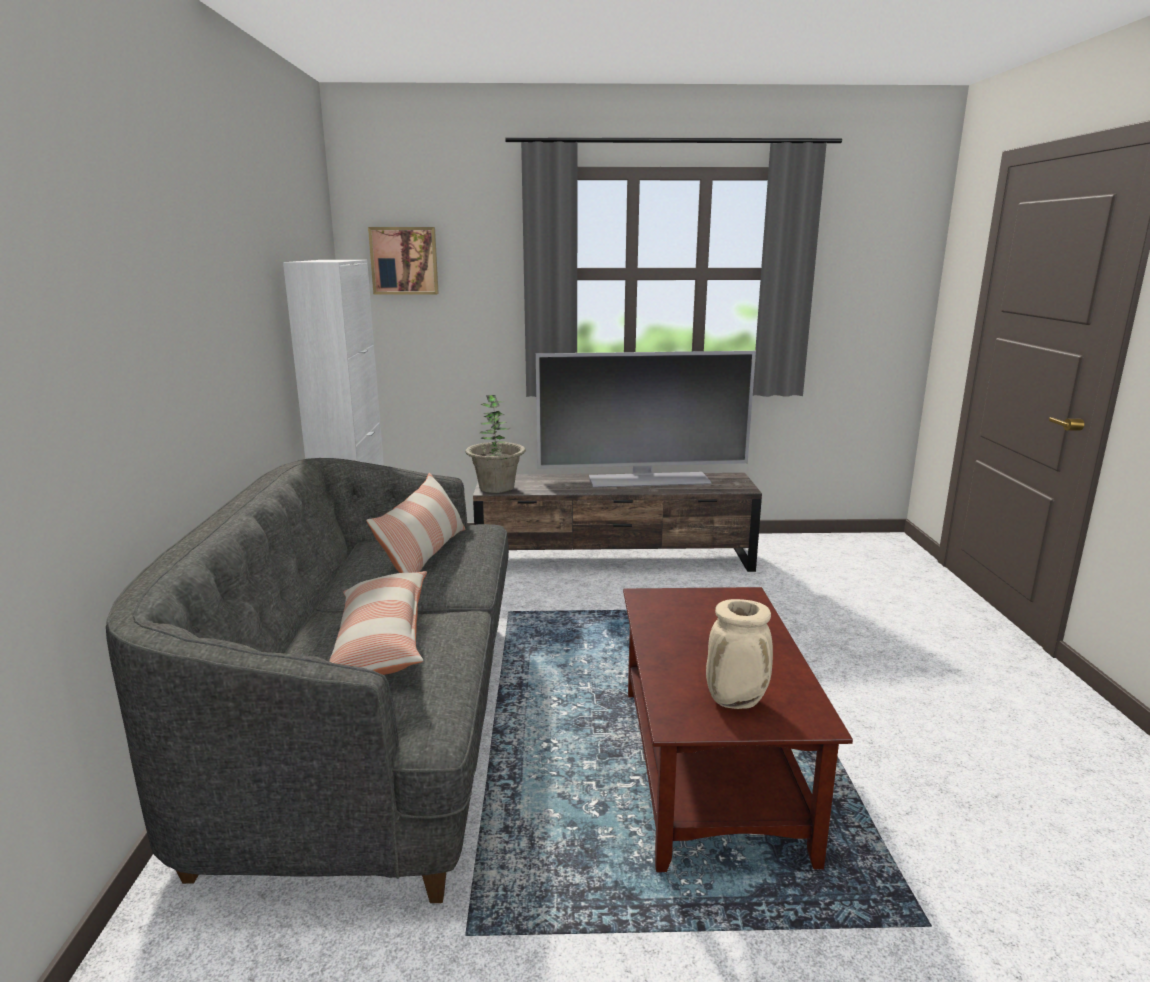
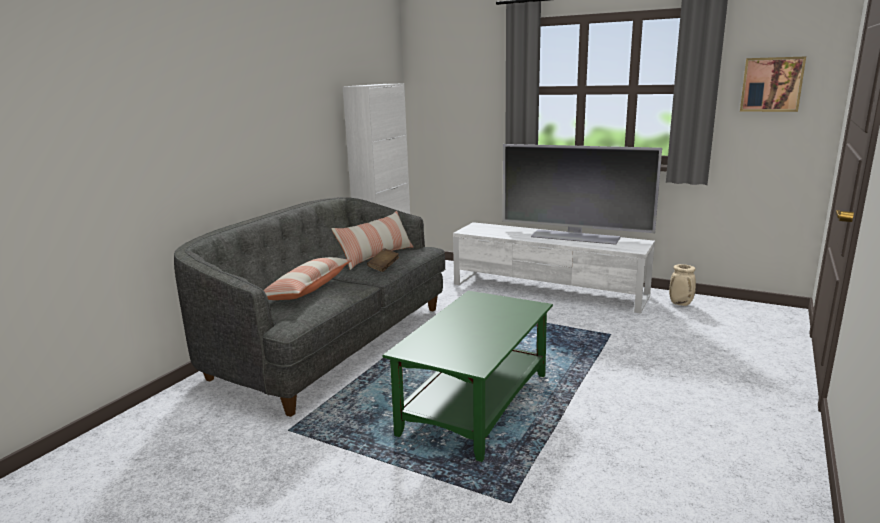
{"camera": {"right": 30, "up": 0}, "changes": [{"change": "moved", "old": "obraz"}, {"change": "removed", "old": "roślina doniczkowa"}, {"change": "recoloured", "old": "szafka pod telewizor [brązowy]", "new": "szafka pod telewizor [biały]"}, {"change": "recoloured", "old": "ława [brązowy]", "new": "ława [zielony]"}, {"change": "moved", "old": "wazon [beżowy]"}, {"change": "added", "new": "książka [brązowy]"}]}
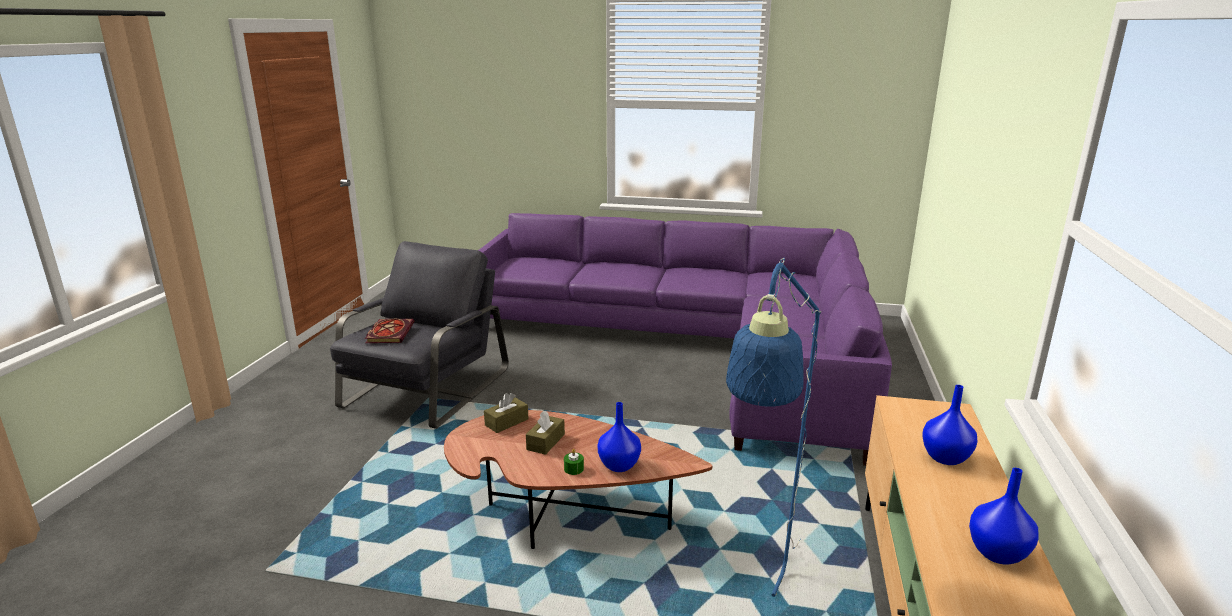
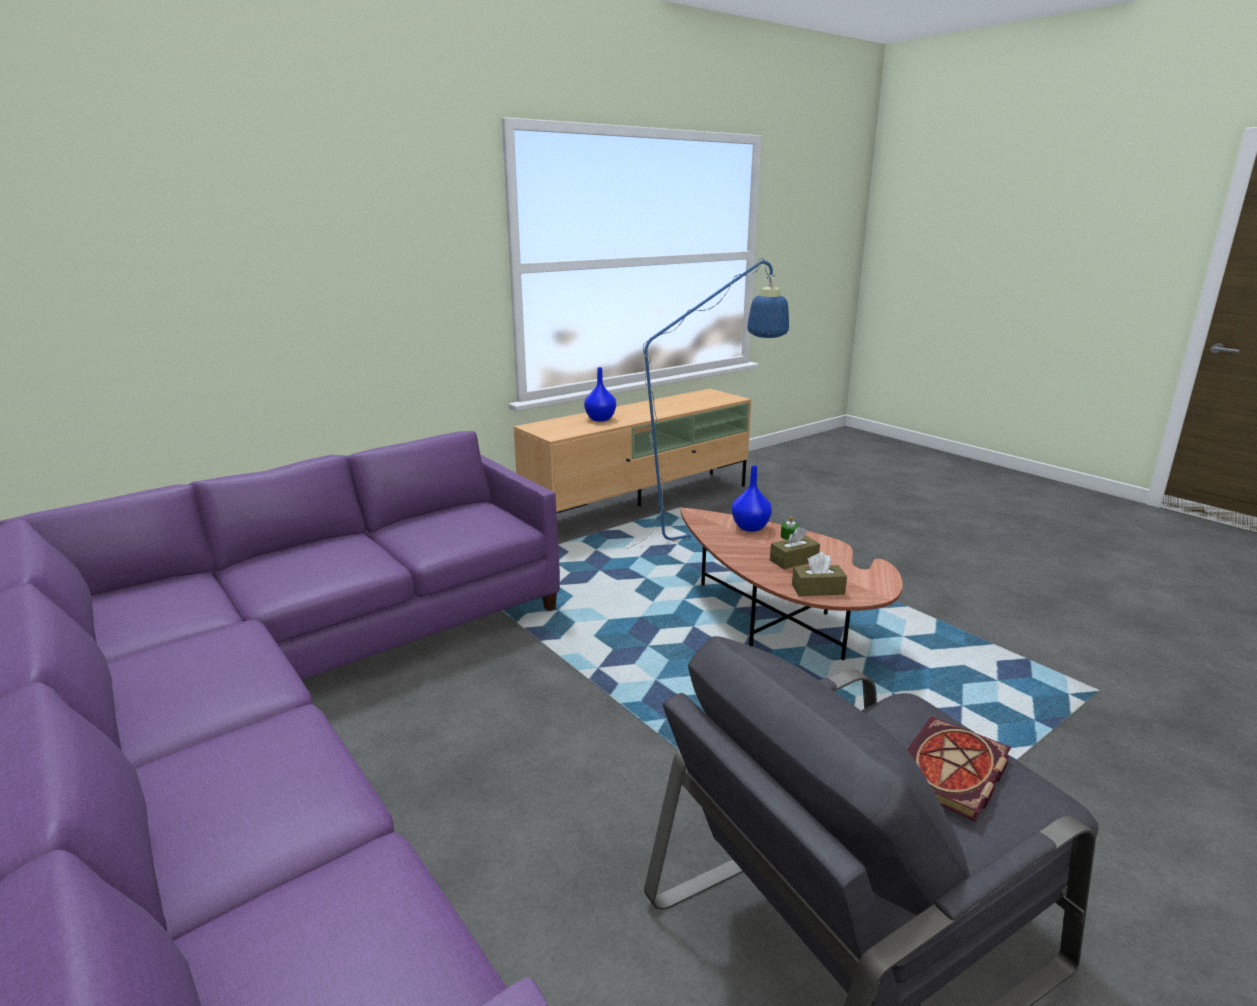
{"camera": {"right": -140, "up": 0}, "changes": [{"change": "removed", "old": "wazon [niebieski] (3rd from left)"}]}
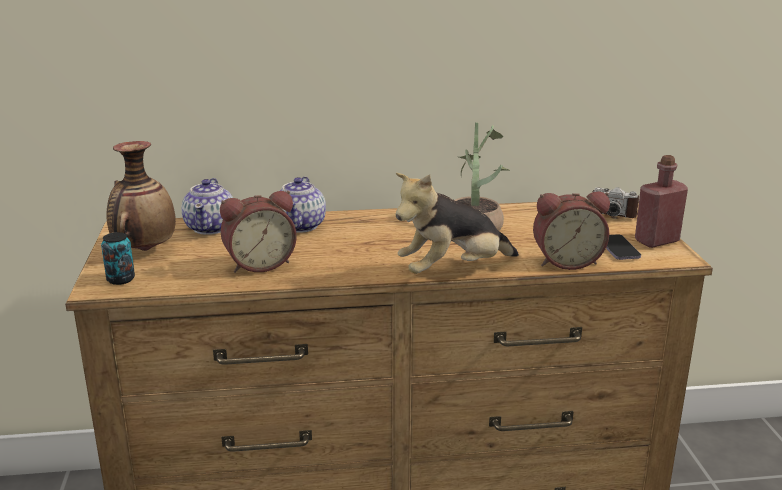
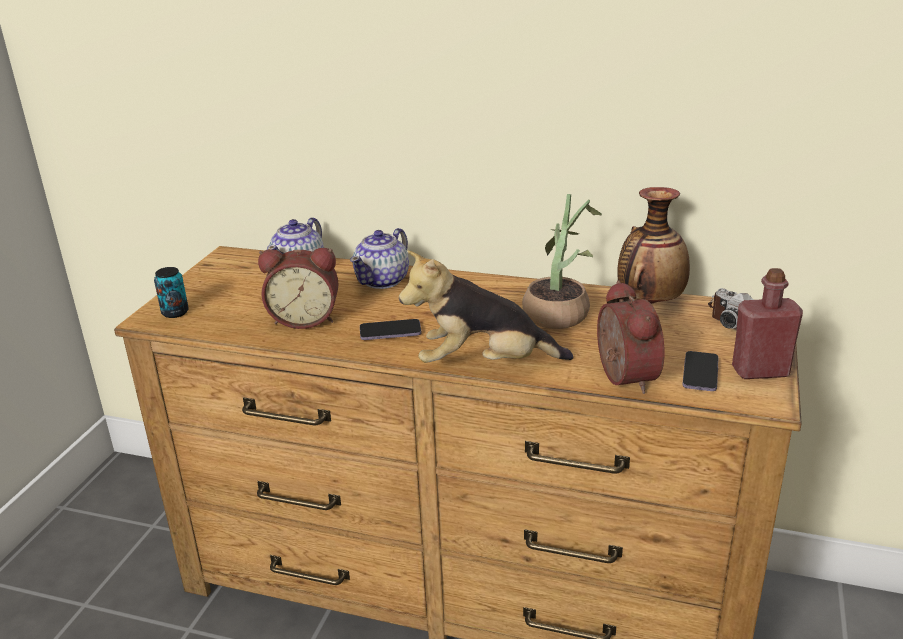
{"camera": {"right": 25, "up": 5}, "changes": [{"change": "moved", "old": "wazon"}, {"change": "turned", "old": "budzik (2nd from left)", "degrees": -120}, {"change": "added", "new": "telefon (1st from left)"}]}
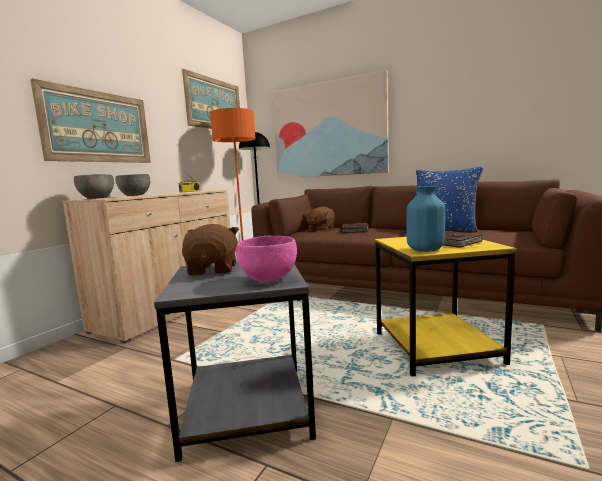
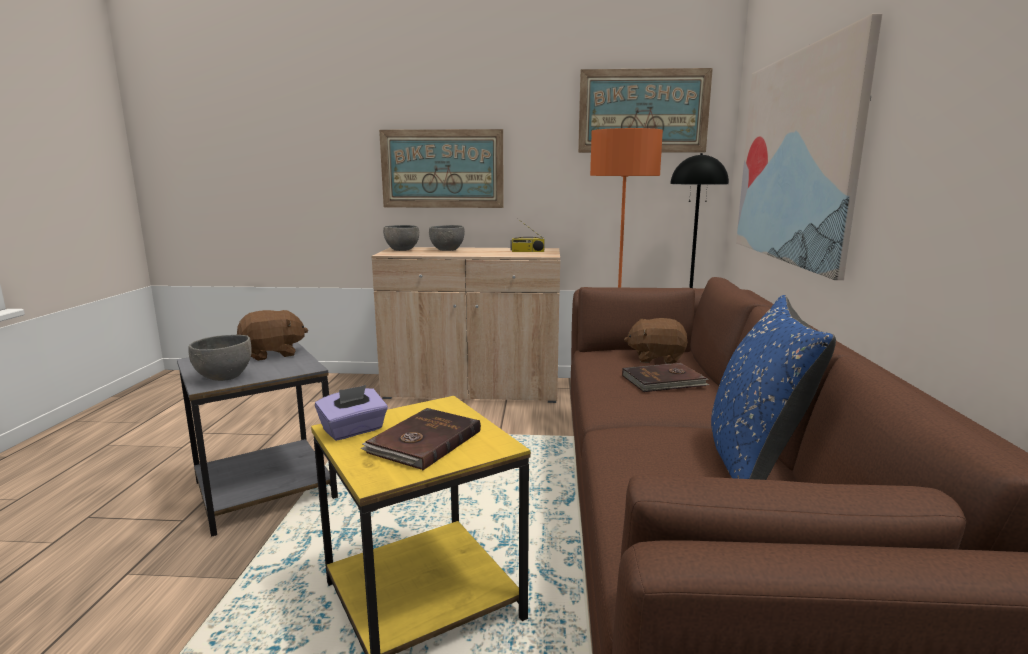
{"camera": {"right": 65, "up": 5}, "changes": [{"change": "recoloured", "old": "miska [różowy]", "new": "miska [szary] (1st from left)"}, {"change": "replaced", "old": "wazon [niebieski]", "new": "pudełko chusteczek [fioletowy]"}]}
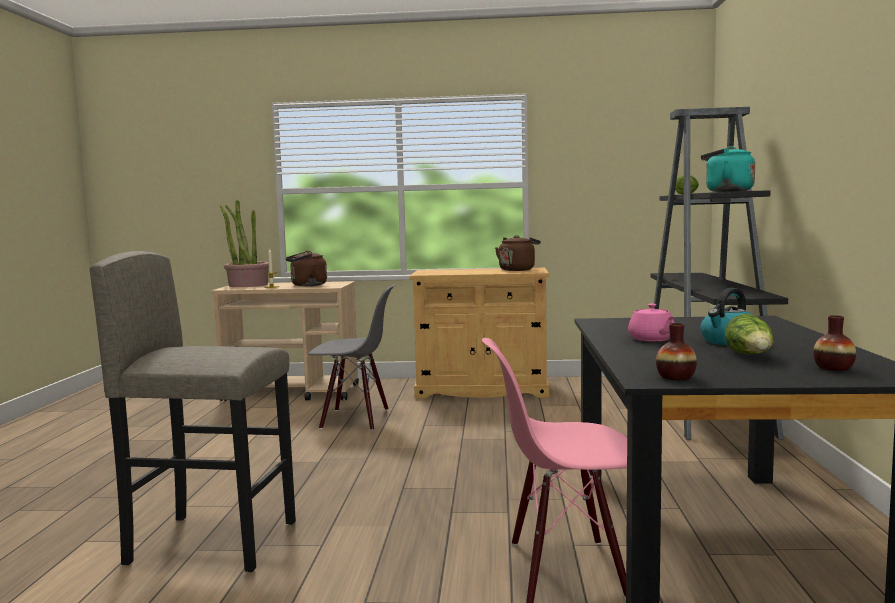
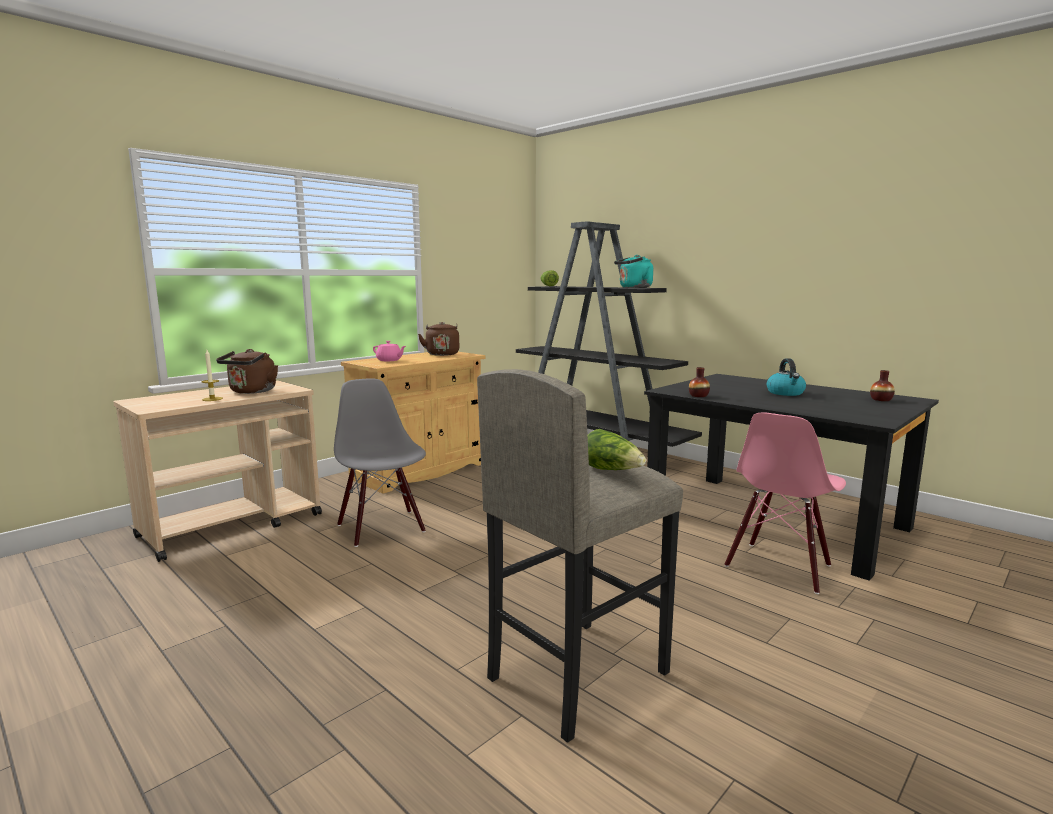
{"camera": {"right": -50, "up": 5}, "changes": [{"change": "removed", "old": "roślina doniczkowa"}, {"change": "turned", "old": "krzesło [szary]", "degrees": -75}, {"change": "moved", "old": "imbryk [różowy]"}, {"change": "moved", "old": "wazon (1st from left)"}, {"change": "moved", "old": "sałata (2nd from left)"}]}
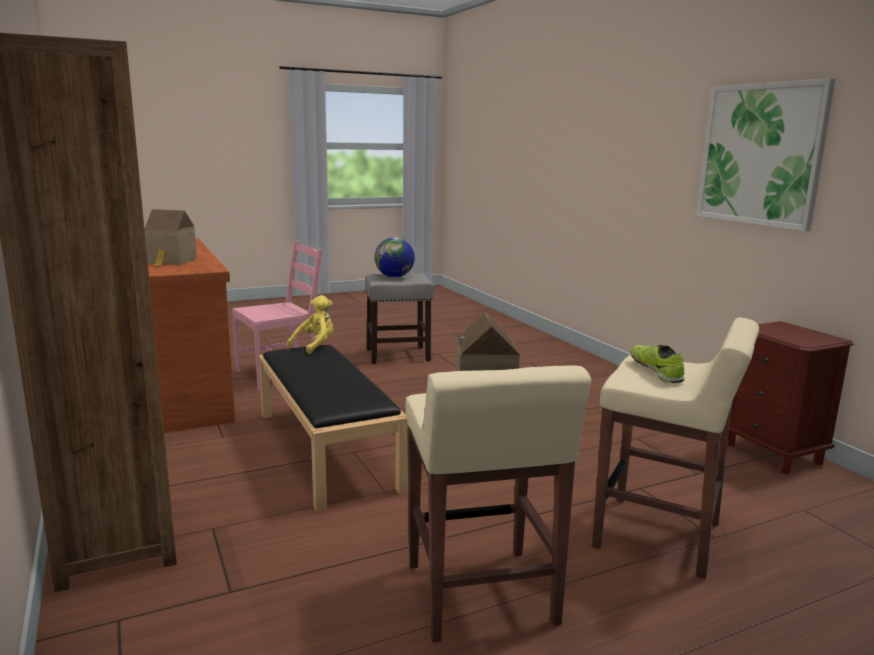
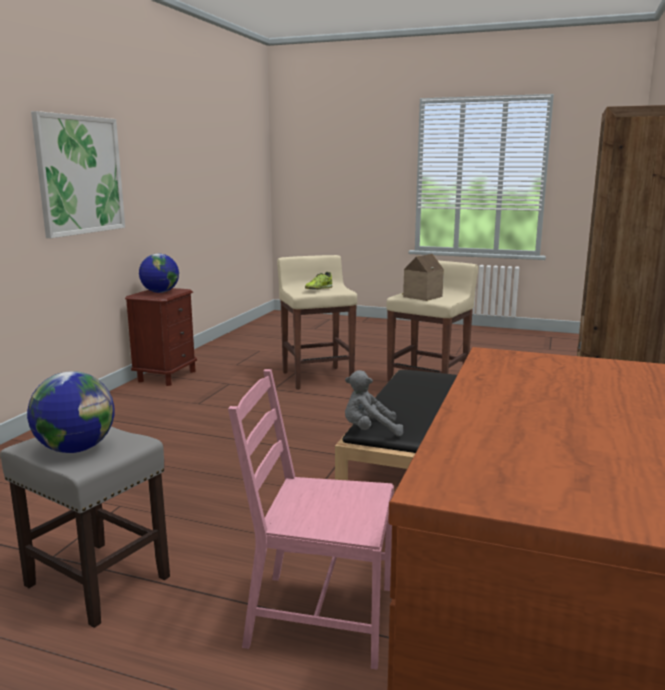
{"camera": {"right": -135, "up": 0}, "changes": [{"change": "removed", "old": "domek (1st from left)"}, {"change": "recoloured", "old": "pluszak [żółty]", "new": "pluszak [szary]"}, {"change": "added", "new": "globus (2nd from left)"}]}
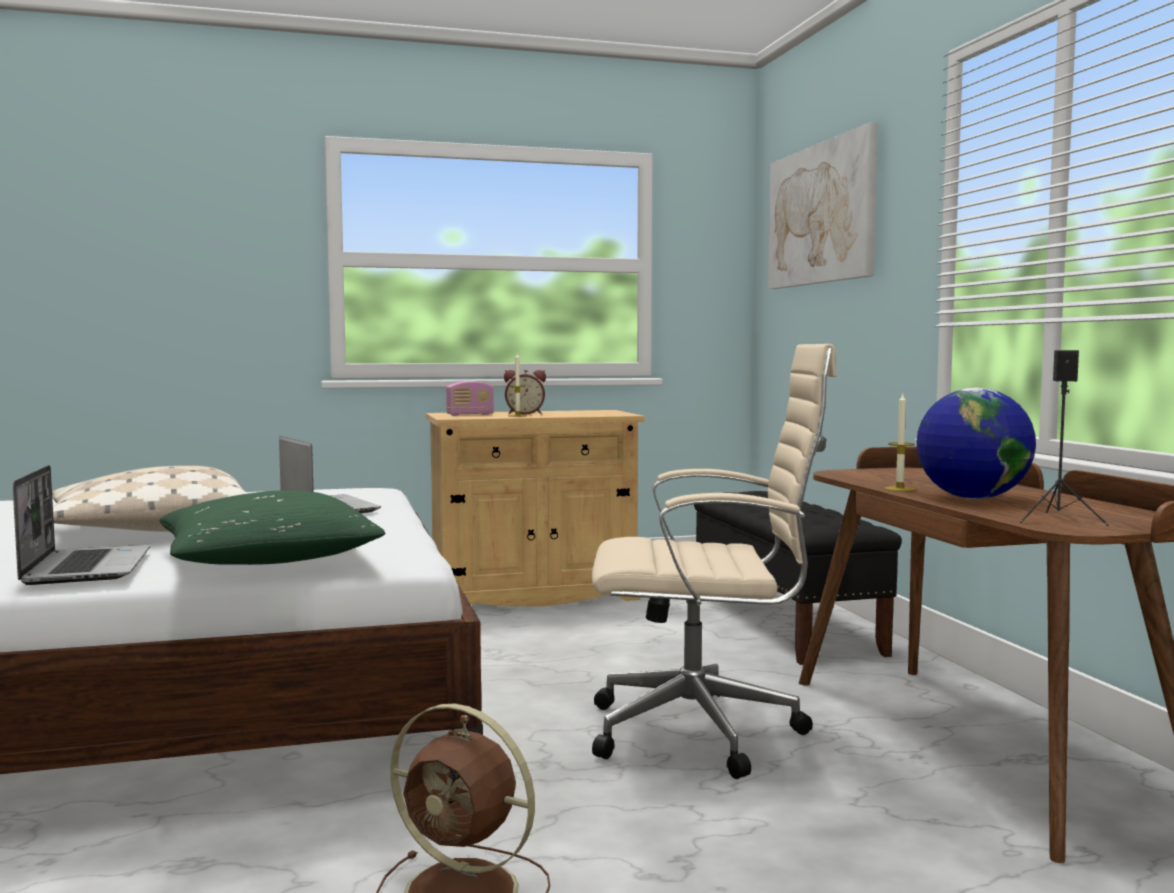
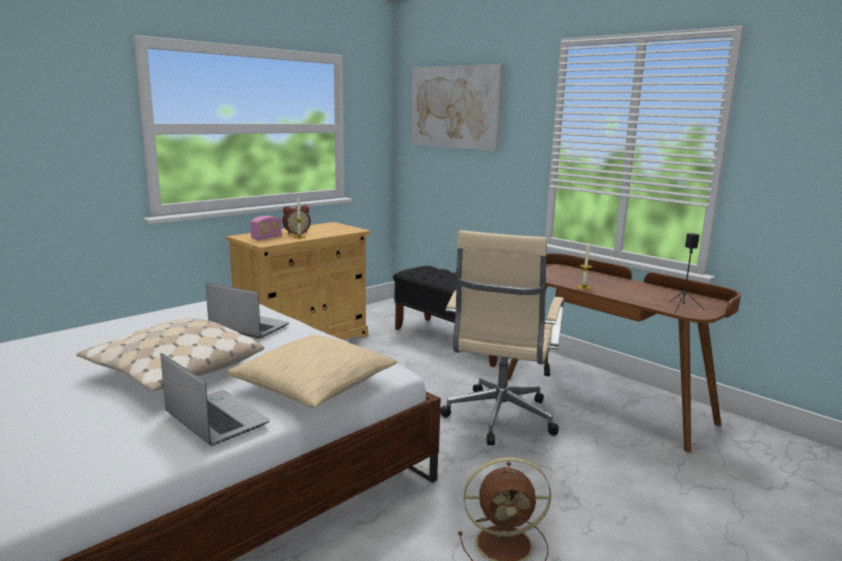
{"camera": {"right": -30, "up": 10}, "changes": [{"change": "recoloured", "old": "poduszka [zielony]", "new": "poduszka [beżowy] (2nd from left)"}, {"change": "turned", "old": "krzesło biurowe [beżowy]", "degrees": 135}, {"change": "removed", "old": "globus"}]}
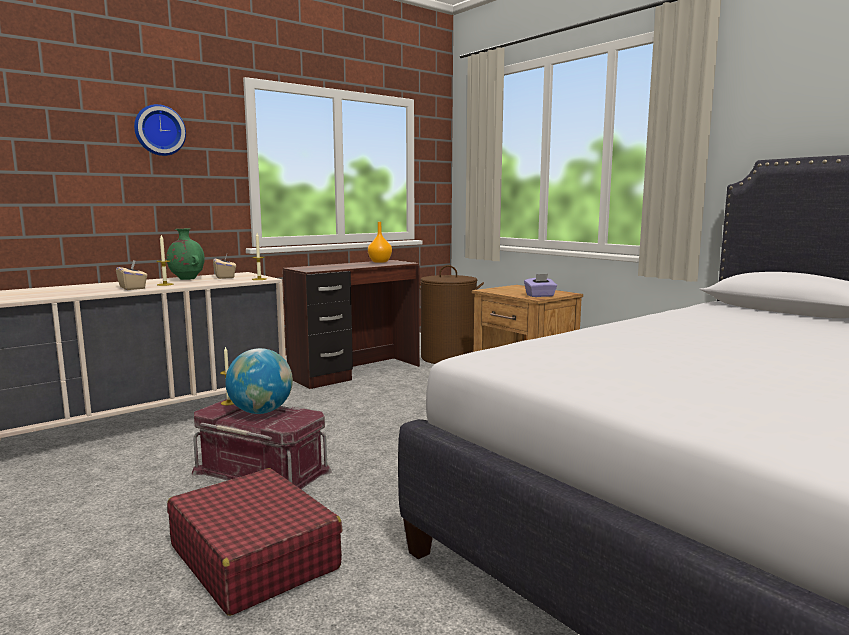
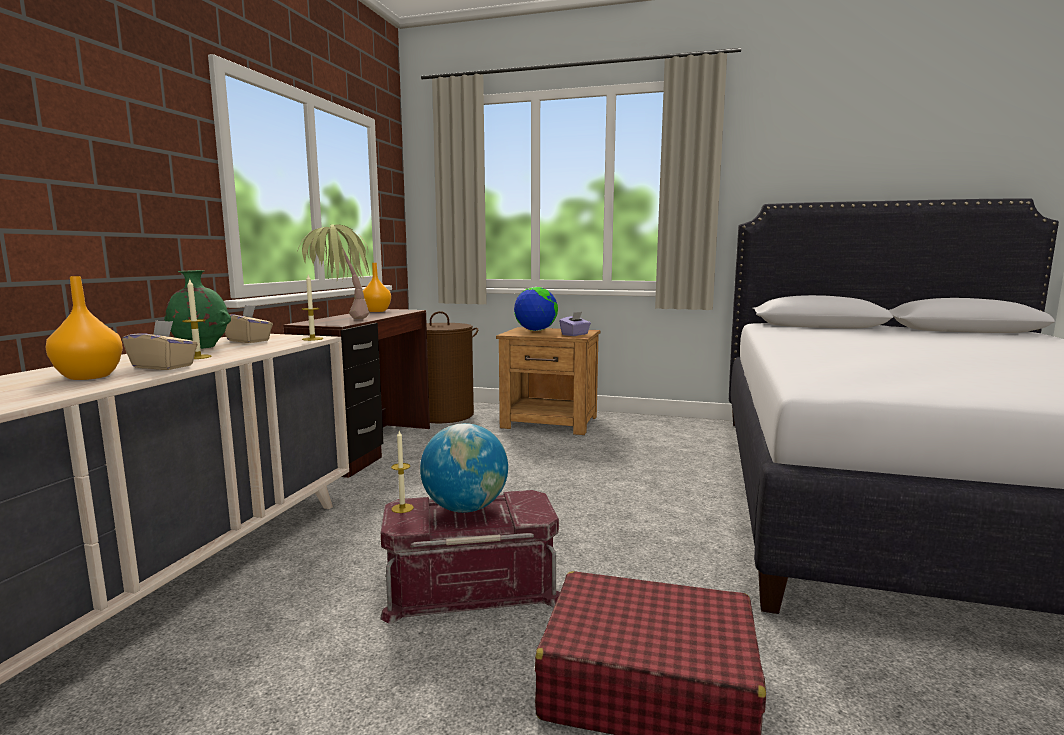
{"camera": {"right": -35, "up": 0}, "changes": [{"change": "removed", "old": "zegar ścienny"}, {"change": "added", "new": "wazon [pomarańczowy] (1st from left)"}, {"change": "added", "new": "roślina doniczkowa"}, {"change": "added", "new": "globus (2nd from left)"}]}
